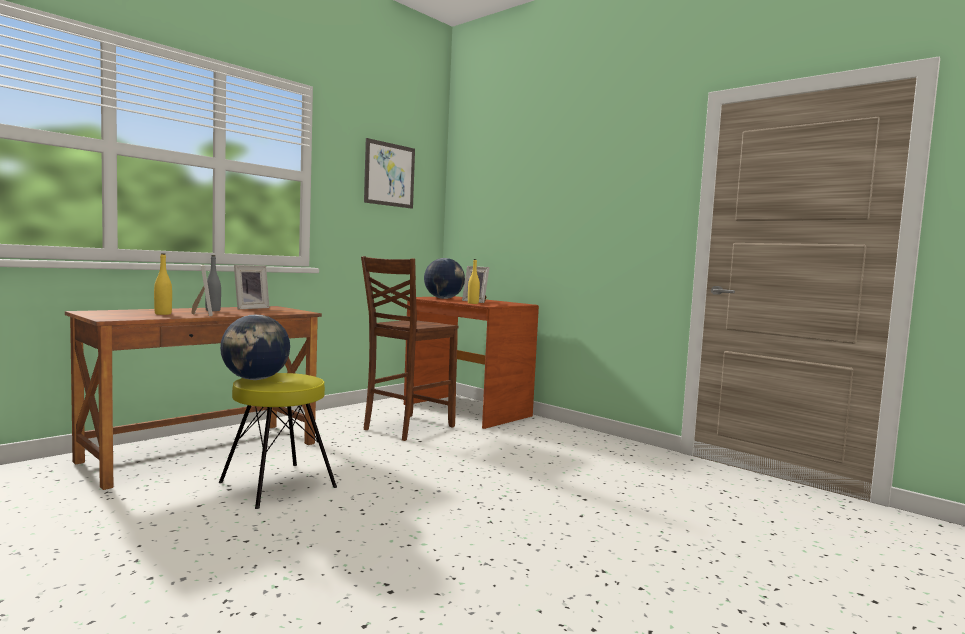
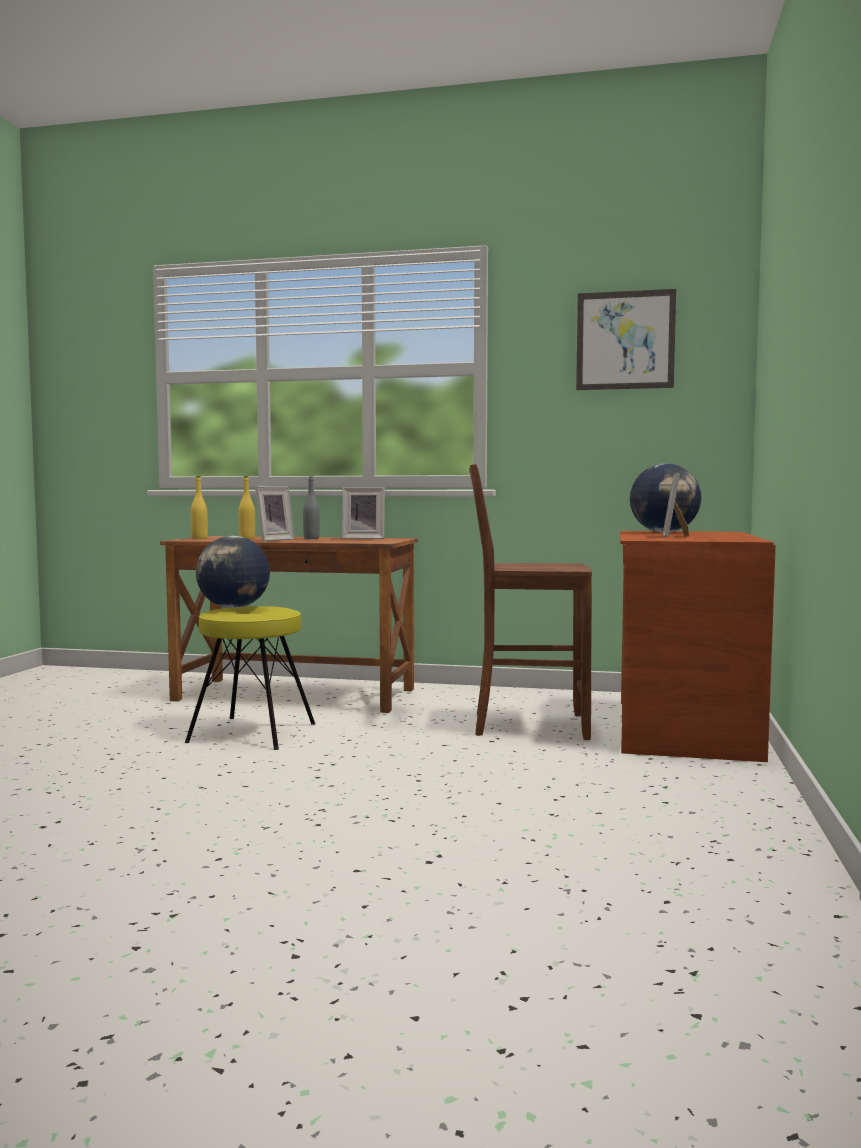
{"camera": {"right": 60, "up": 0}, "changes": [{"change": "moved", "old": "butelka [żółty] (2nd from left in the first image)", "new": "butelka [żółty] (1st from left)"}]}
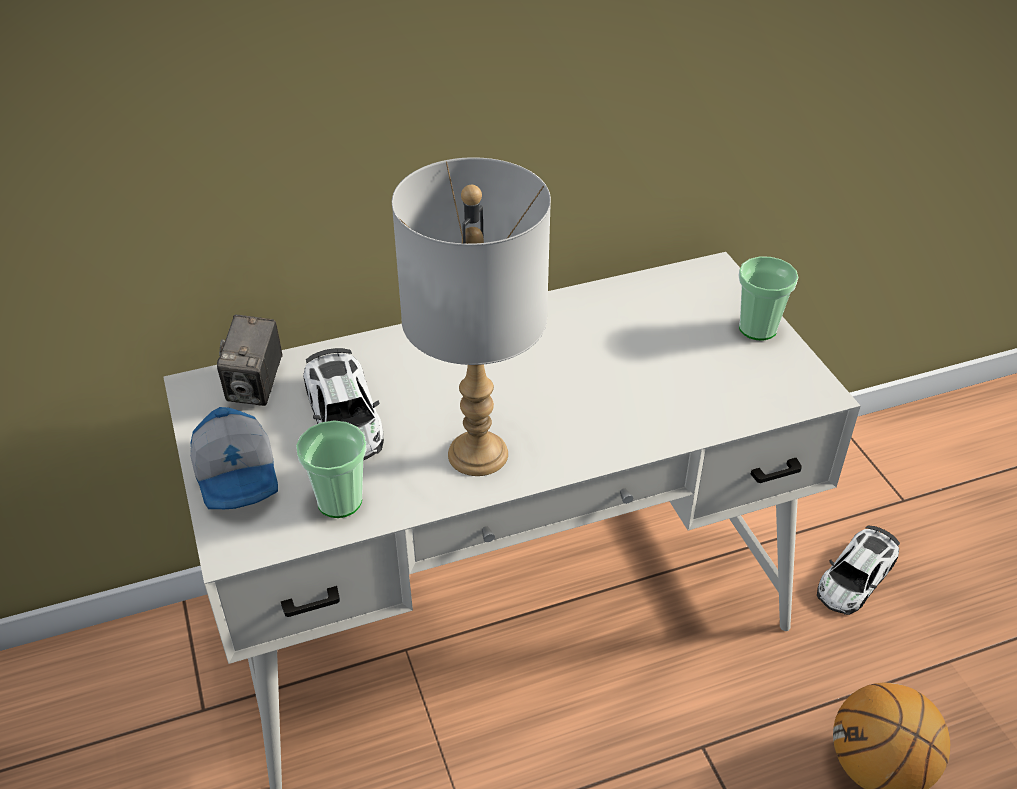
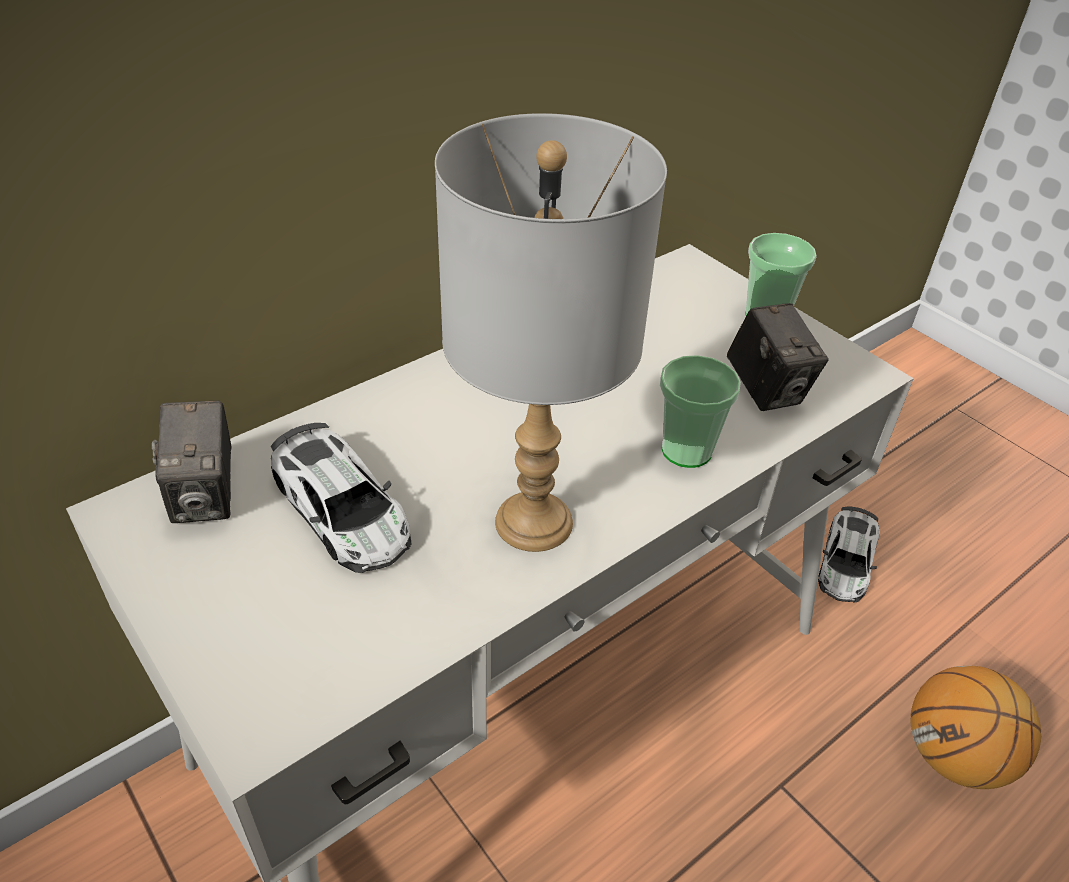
{"camera": {"right": -20, "up": 0}, "changes": [{"change": "removed", "old": "czapka z daszkiem"}, {"change": "moved", "old": "filiżanka (1st from left)"}, {"change": "added", "new": "aparat fotograficzny (2nd from left)"}]}
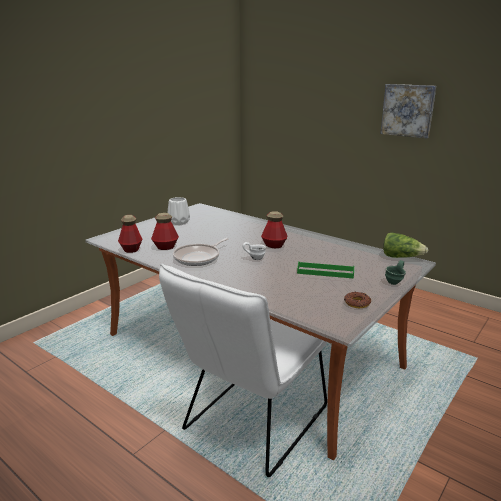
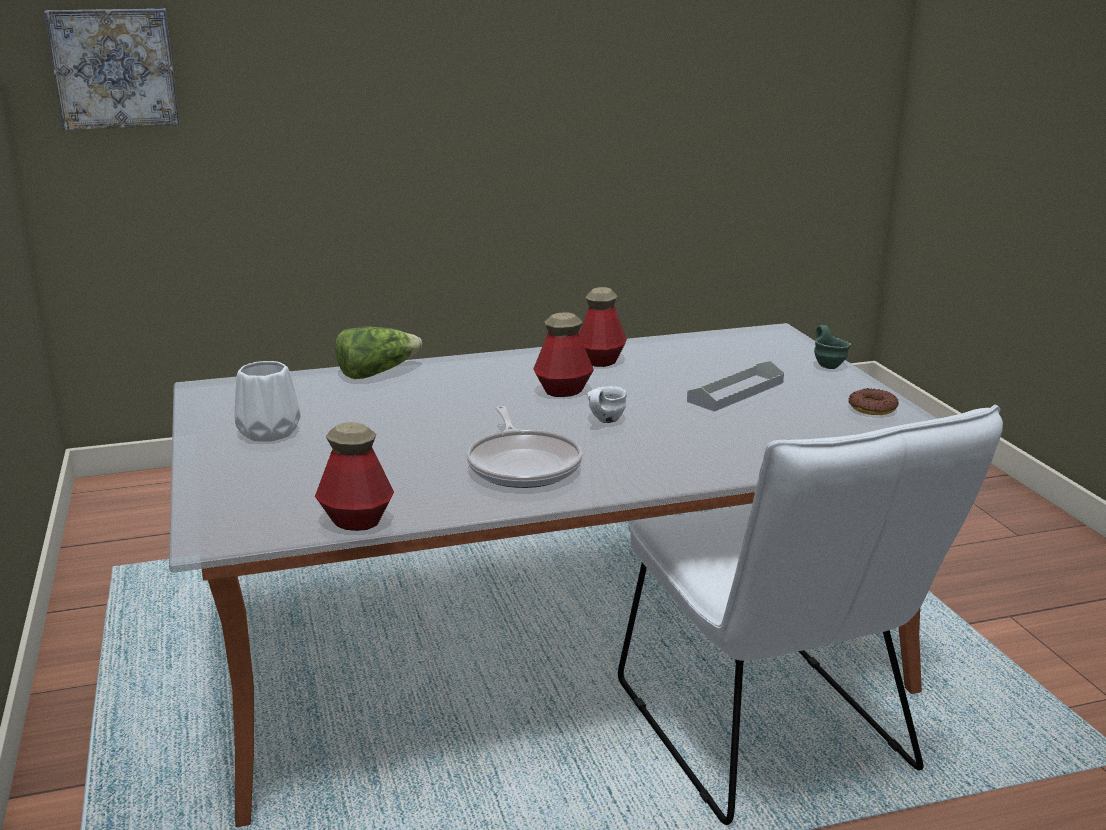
{"camera": {"right": -55, "up": 0}, "changes": [{"change": "moved", "old": "butelka (2nd from left in the first image)", "new": "butelka (3rd from left)"}, {"change": "recoloured", "old": "taca [zielony]", "new": "taca [szary]"}, {"change": "moved", "old": "obraz"}, {"change": "moved", "old": "sałata"}]}
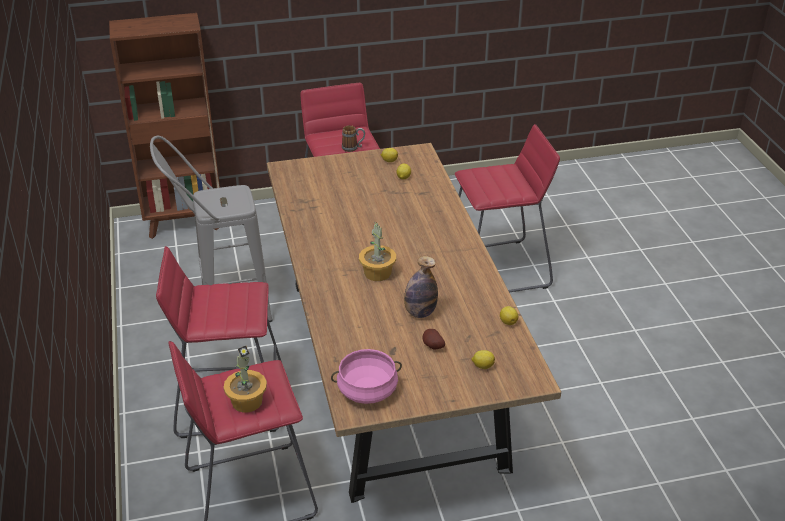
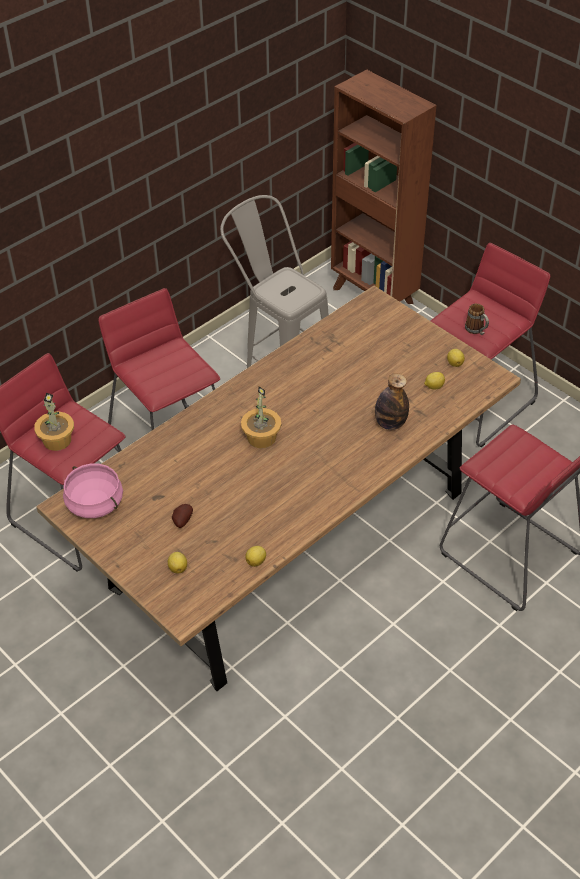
{"camera": {"right": 60, "up": 10}, "changes": [{"change": "moved", "old": "butelka"}]}
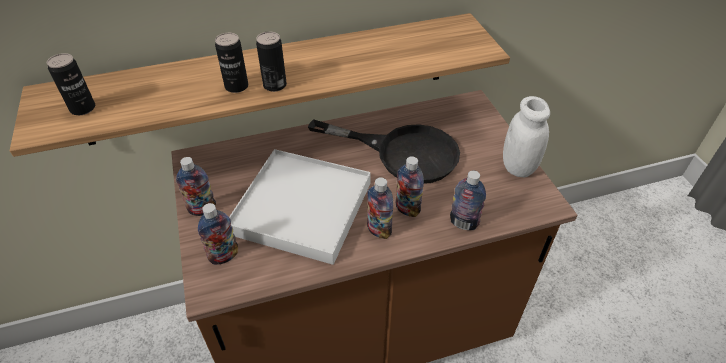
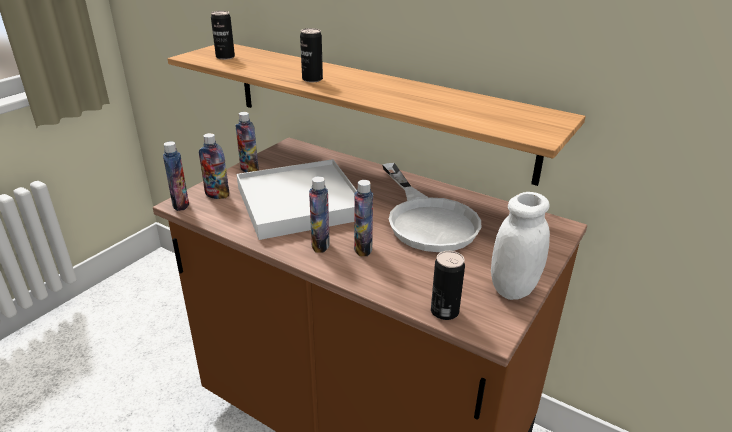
{"camera": {"right": 50, "up": -15}, "changes": [{"change": "moved", "old": "puszka (3rd from left)"}, {"change": "recoloured", "old": "patelnia [czarny]", "new": "patelnia [biały]"}, {"change": "moved", "old": "butelka (5th from left in the first image)", "new": "butelka (1st from left)"}]}
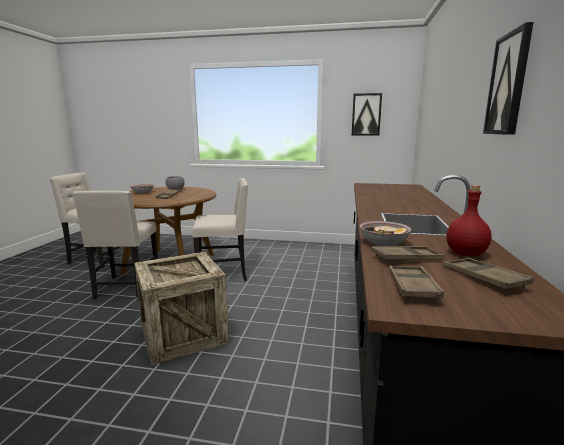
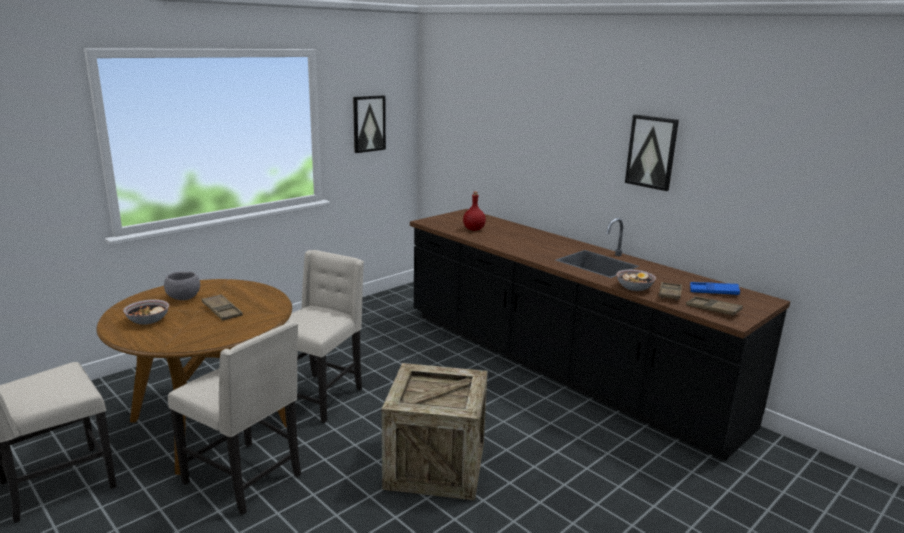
{"camera": {"right": -55, "up": 5}, "changes": [{"change": "recoloured", "old": "taca [brązowy] (4th from left)", "new": "taca [niebieski]"}, {"change": "moved", "old": "butelka [czerwony]"}]}
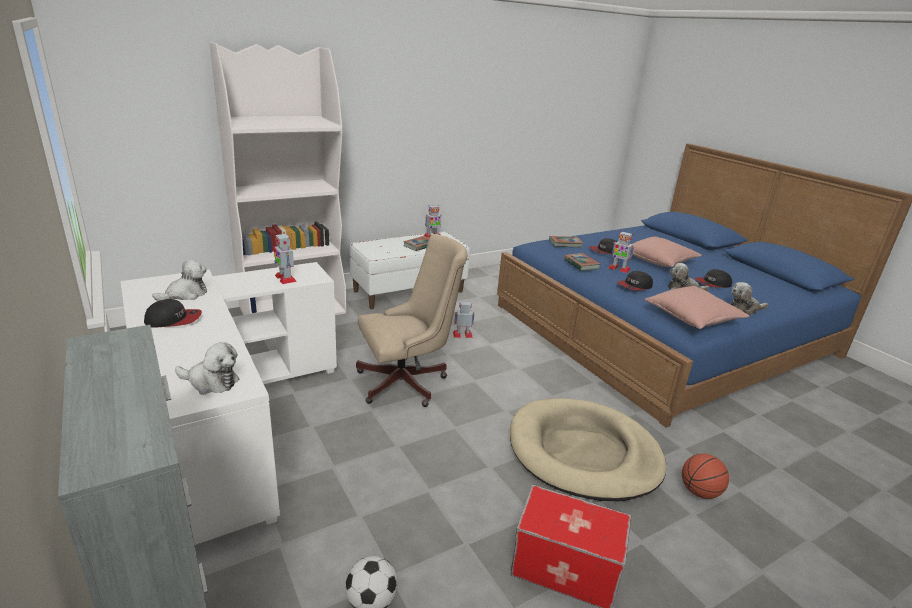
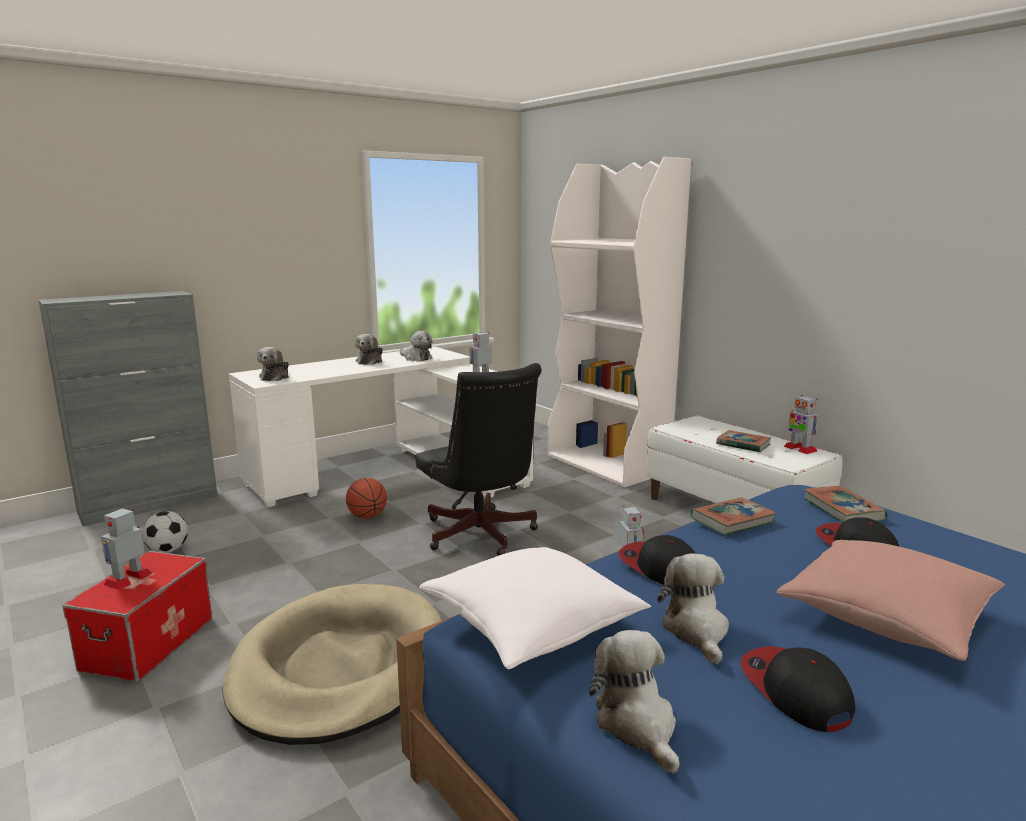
{"camera": {"right": 85, "up": -10}, "changes": [{"change": "replaced", "old": "czapka z daszkiem (1st from left)", "new": "pluszak (2nd from left)"}, {"change": "recoloured", "old": "krzesło biurowe [beżowy]", "new": "krzesło biurowe [czarny]"}, {"change": "moved", "old": "robot zabawkowy (4th from left in the first image)", "new": "robot zabawkowy (1st from left)"}, {"change": "recoloured", "old": "poduszka [różowy] (2nd from left)", "new": "poduszka [biały]"}, {"change": "moved", "old": "piłka do koszykówki"}]}
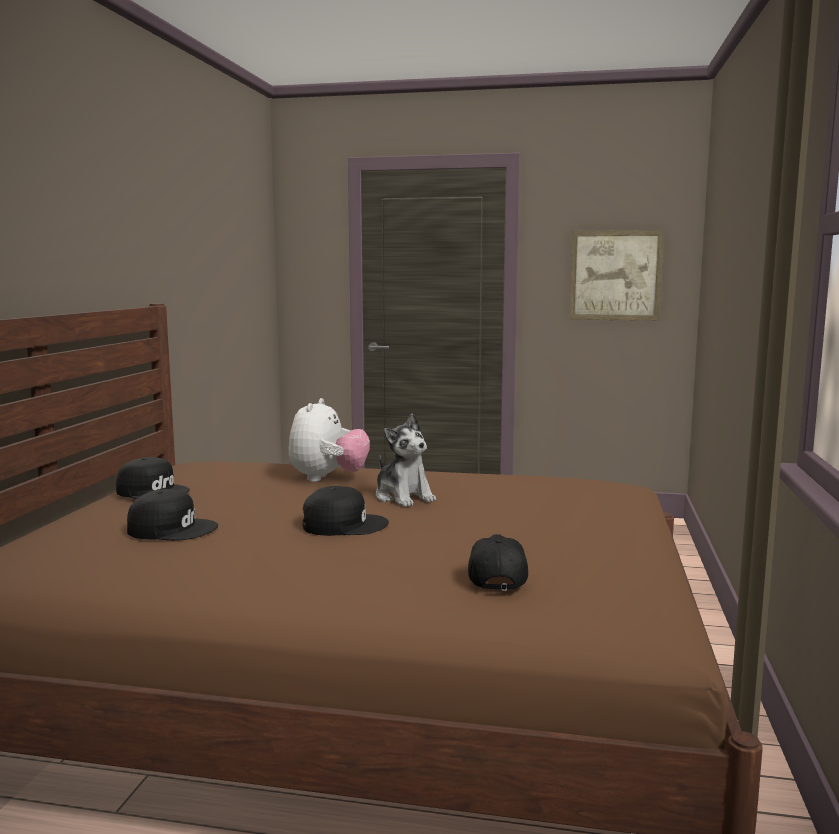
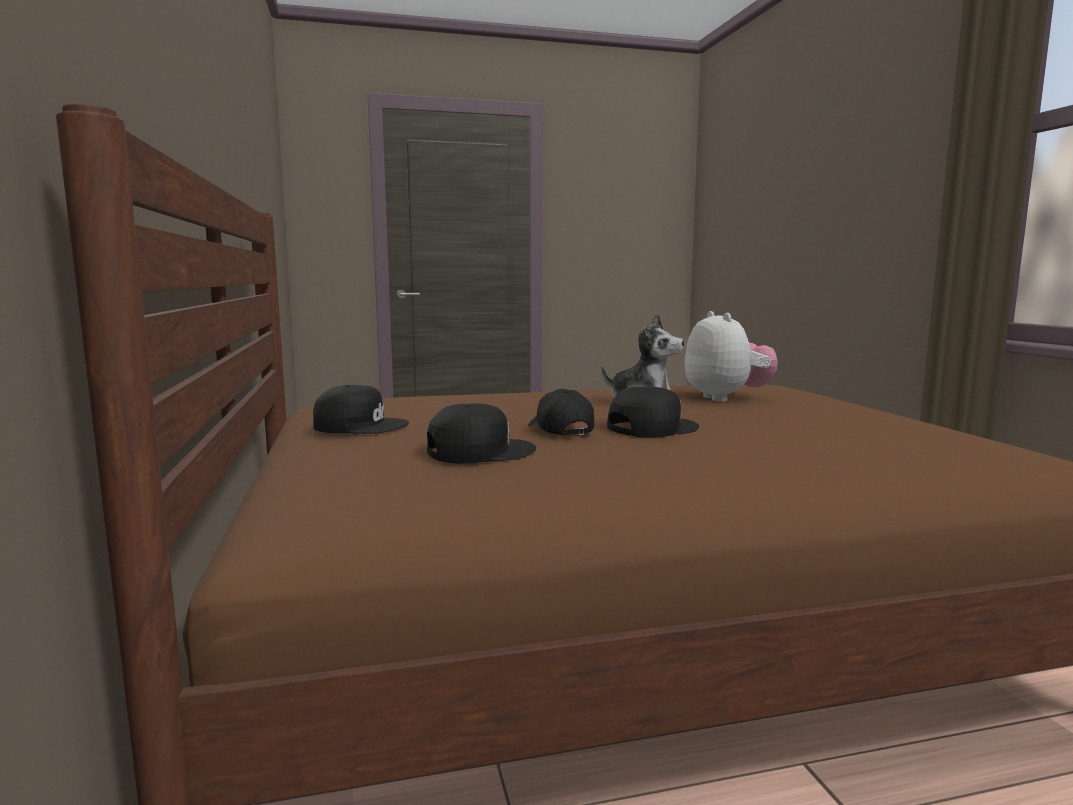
{"camera": {"right": -25, "up": 0}, "changes": [{"change": "moved", "old": "pluszak (1st from left in the first image)", "new": "pluszak (2nd from left)"}, {"change": "moved", "old": "czapka z daszkiem [czarny] (4th from left in the first image)", "new": "czapka z daszkiem [czarny] (3rd from left)"}, {"change": "removed", "old": "obraz"}]}
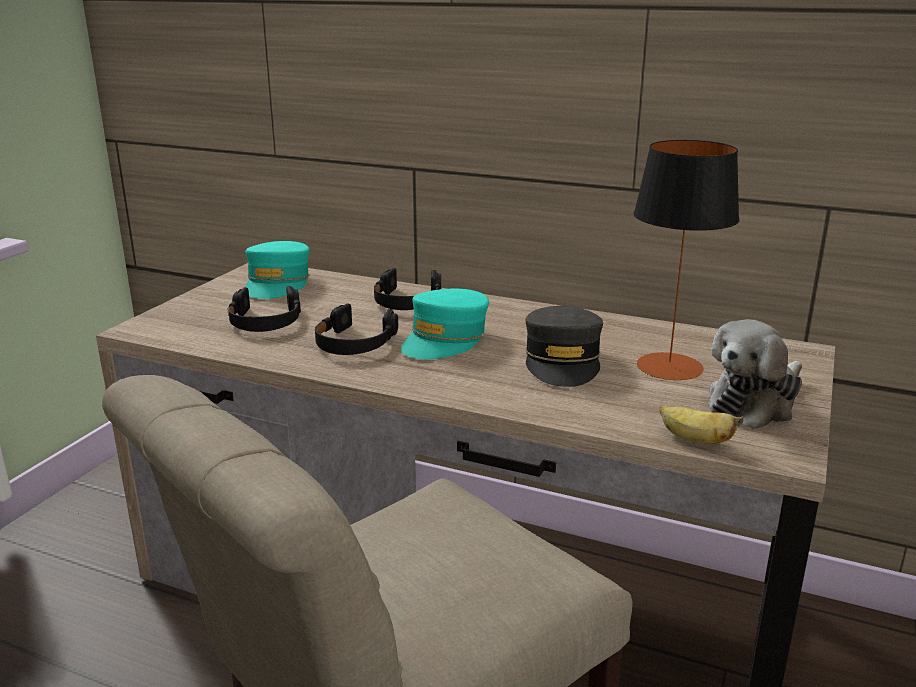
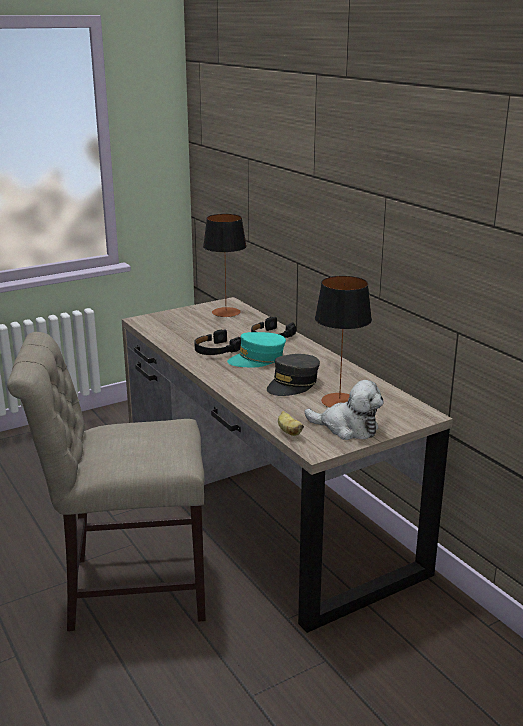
{"camera": {"right": 35, "up": 0}, "changes": [{"change": "removed", "old": "słuchawki [czarny] (1st from left)"}, {"change": "replaced", "old": "czapka z daszkiem [turkusowy] (1st from left)", "new": "lampa stołowa (1st from left)"}, {"change": "turned", "old": "pluszak", "degrees": -150}]}
